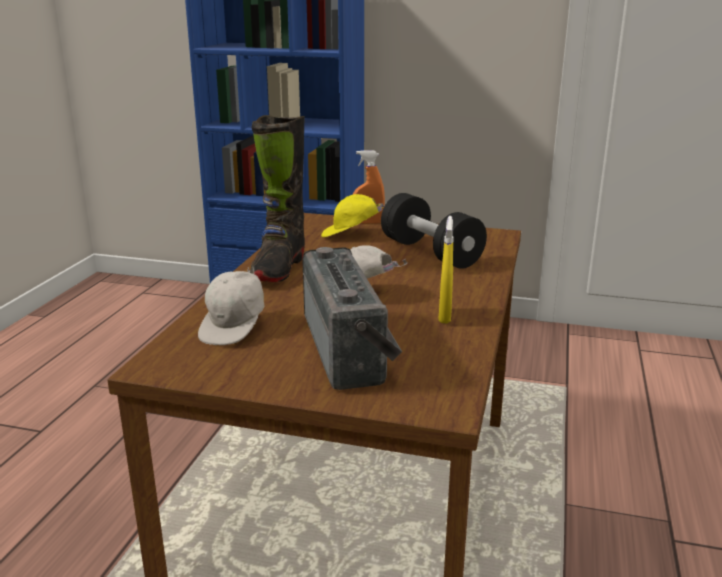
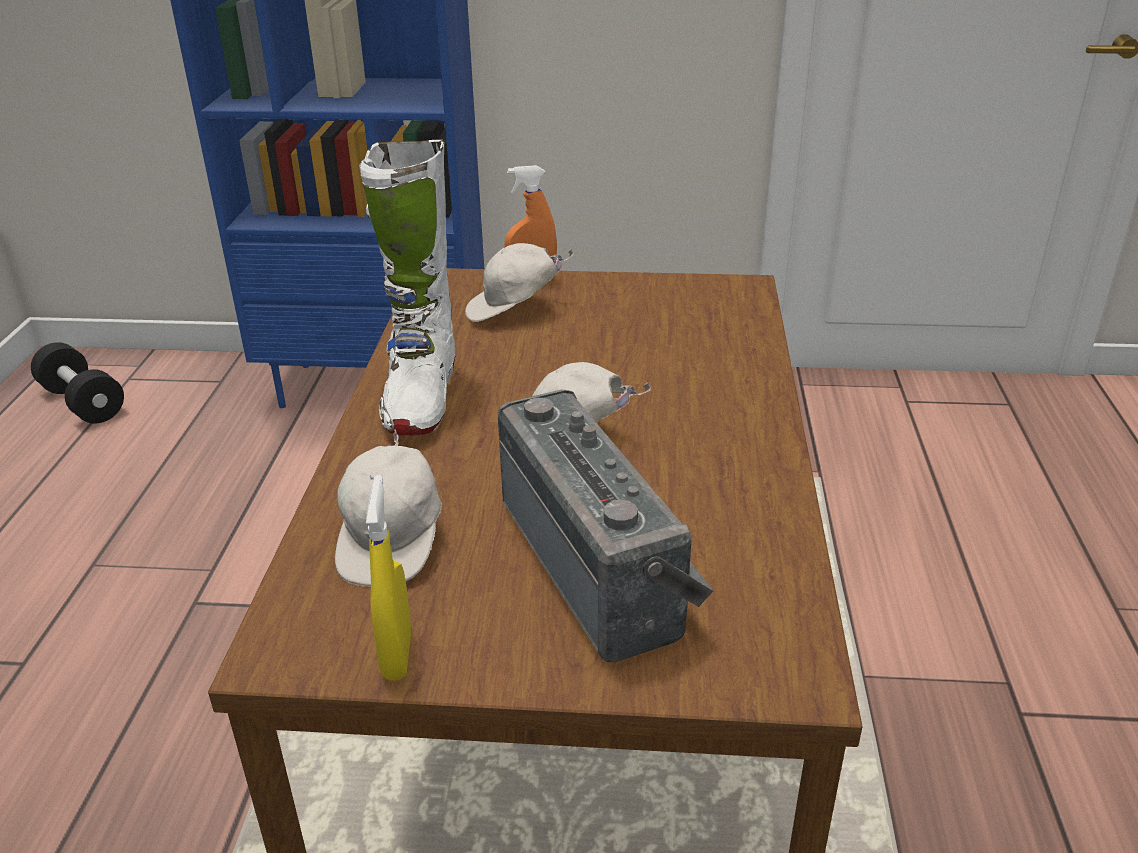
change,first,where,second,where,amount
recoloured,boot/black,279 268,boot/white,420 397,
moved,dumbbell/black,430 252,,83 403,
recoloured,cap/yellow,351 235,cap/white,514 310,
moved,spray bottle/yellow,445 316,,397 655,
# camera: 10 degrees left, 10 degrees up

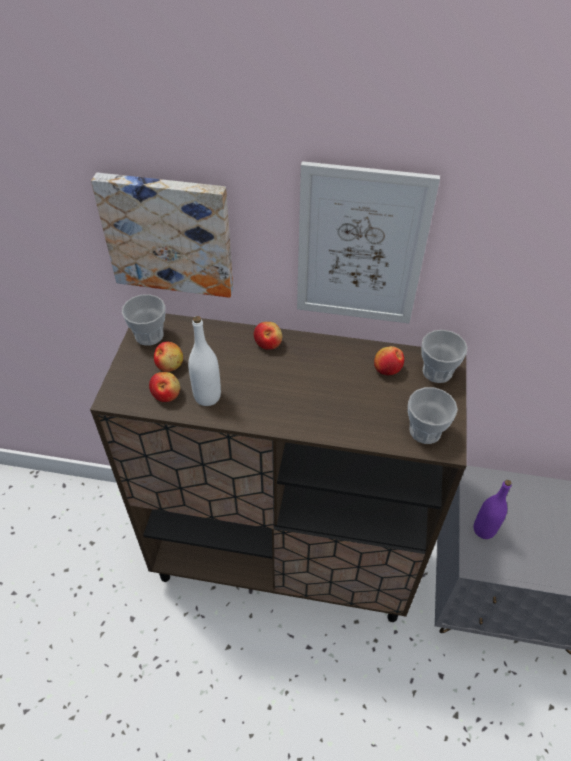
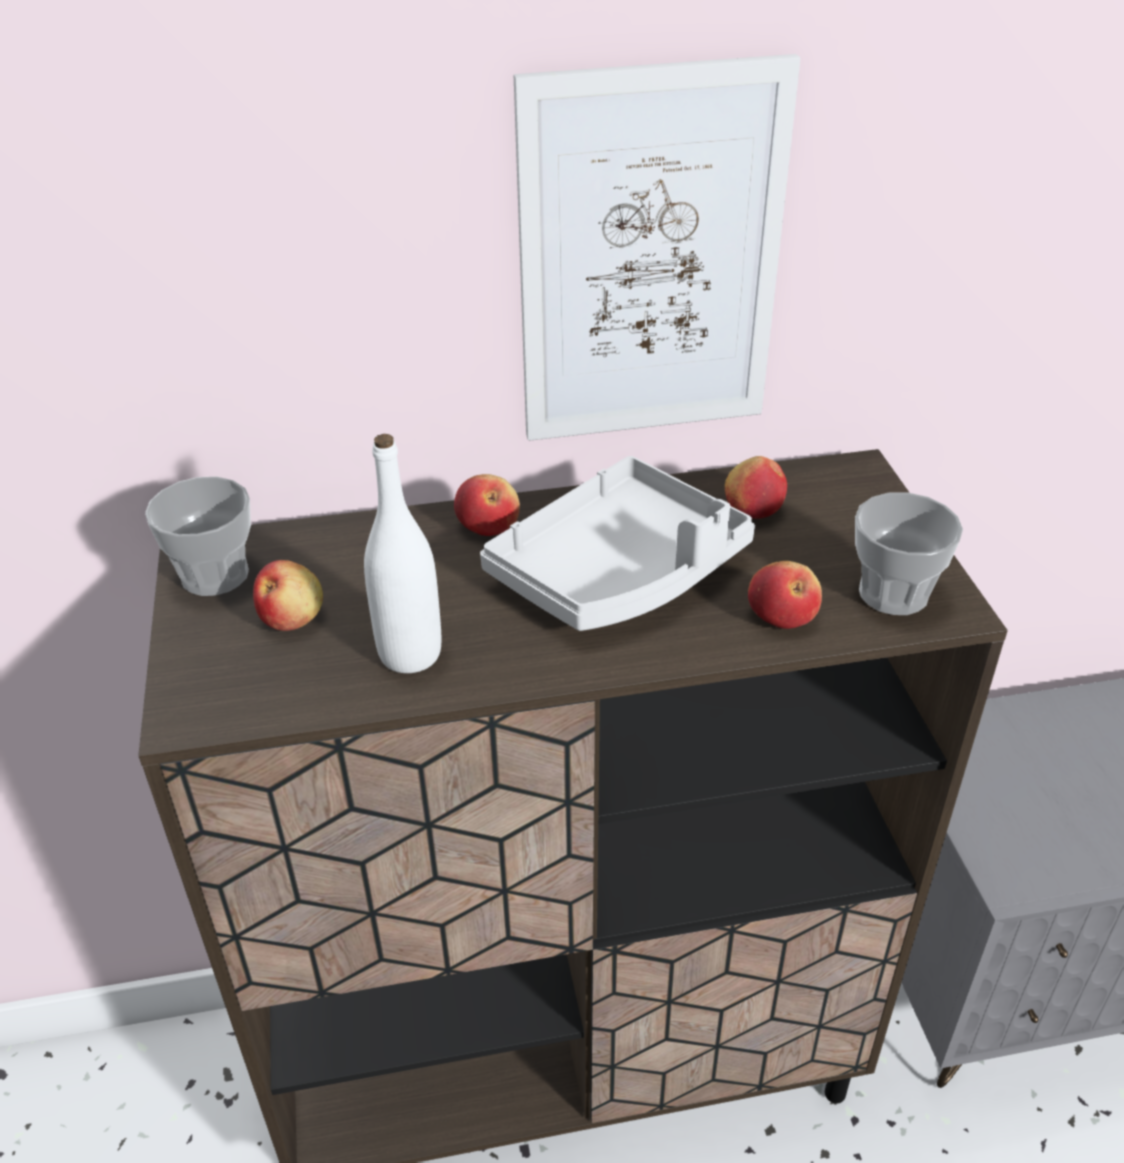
change,first,where,second,where,amount
removed,picture,169 233,,,
removed,cup,437 372,,,
moved,apple,166 394,,782 615,
removed,bottle/purple,484 529,,,
added,,,tray/grey,620 572,
# camera: 20 degrees left, 10 degrees down

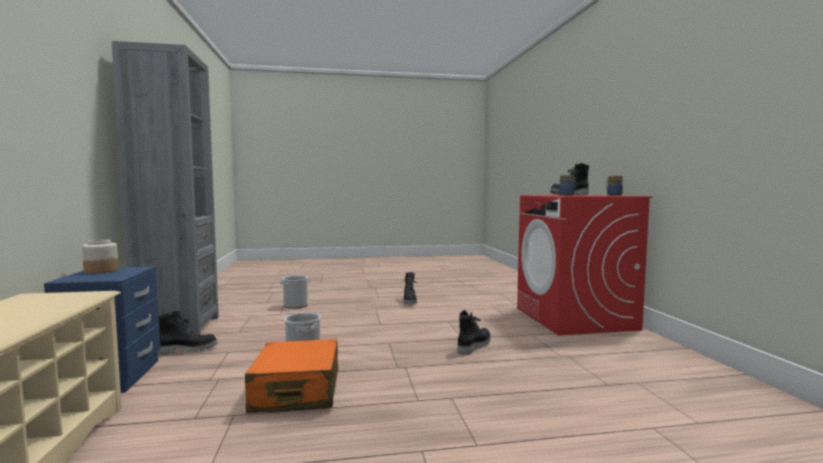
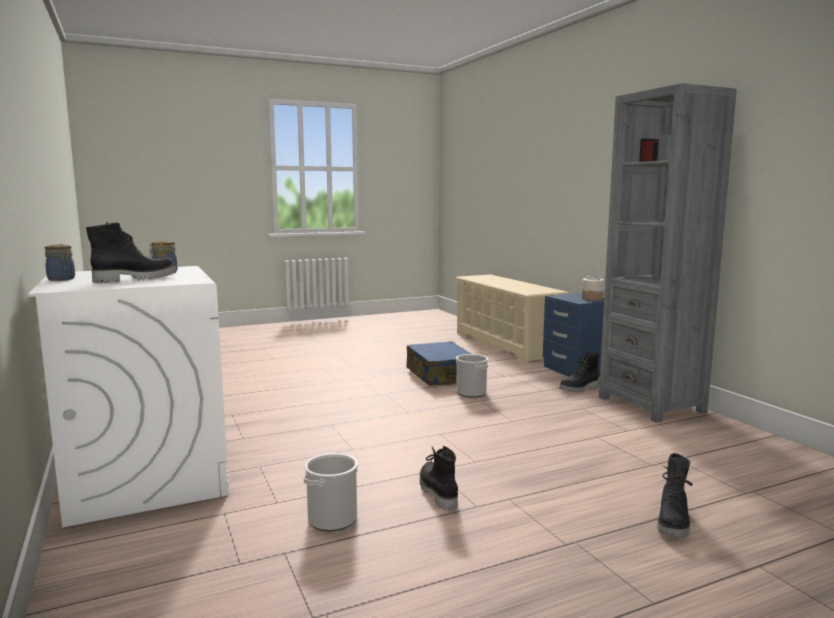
change,first,where,second,where,amount
recoloured,washing machine/red,575 318,washing machine/white,146 476,
moved,bucket,295 305,,332 519,
moved,boot/black,473 346,,674 522,
recoloured,suitcase/orange,296 391,suitcase/blue,440 375,
# camera: 165 degrees right, 5 degrees up

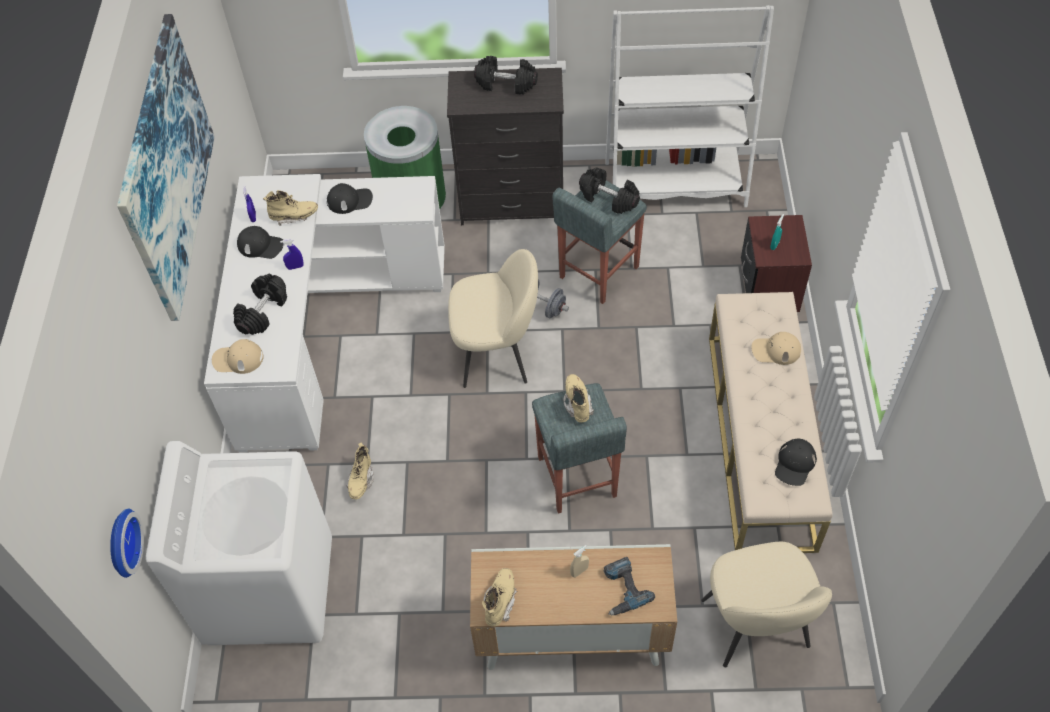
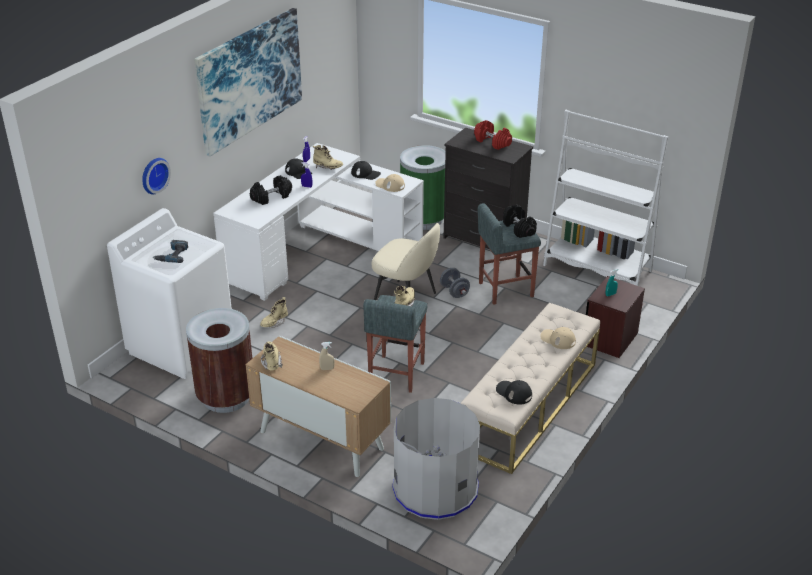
change,first,where,second,where,amount
recoloured,dumbbell/black,506 84,dumbbell/red,492 142,
moved,cap/beige,238 359,,390 185,
turned,cap/black,794 464,,514 393,75 degrees clockwise
moved,wall clock,120 543,,153 175,
replaced,chair/beige,756 626,trash can/grey,435 488,
moved,power drill,622 589,,172 255,
turned,boot/beige,499 601,,271 361,60 degrees counterclockwise
added,,,trash can/brown,226 397,
# camera: 30 degrees right, 20 degrees down

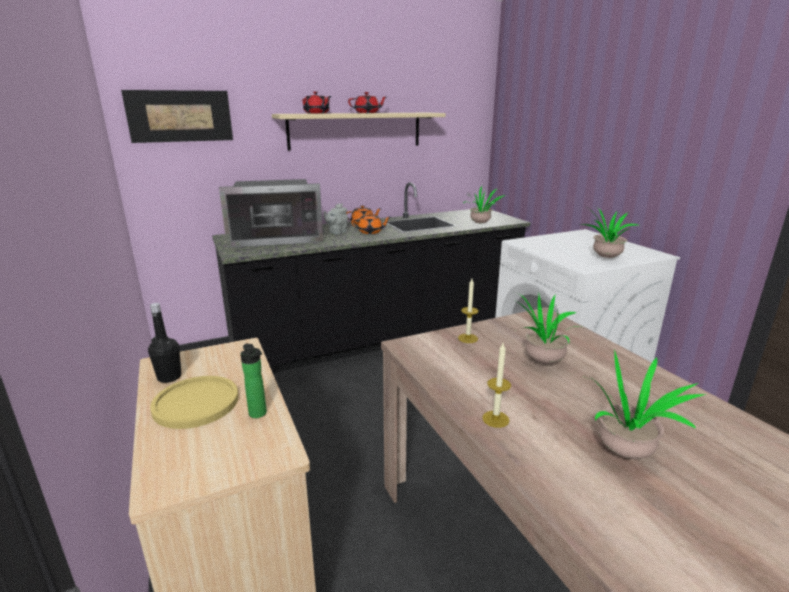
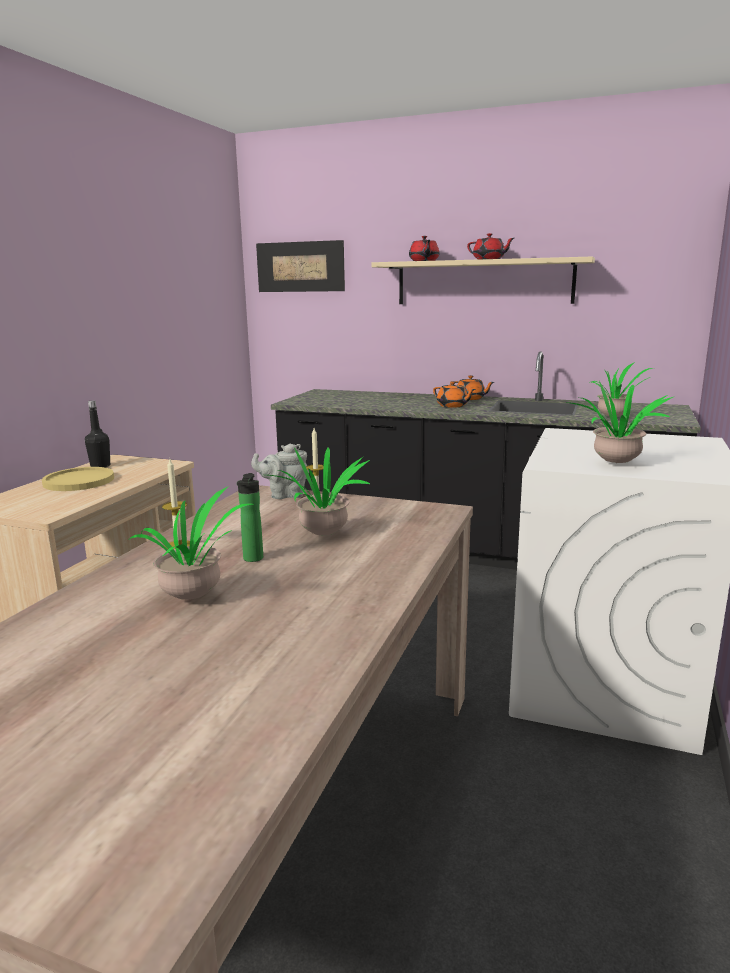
change,first,where,second,where,amount
removed,microwave,276 238,,,
moved,teapot/grey,336 232,,284 495,
moved,bottle,259 414,,252 559,
# camera: 45 degrees right, 5 degrees down

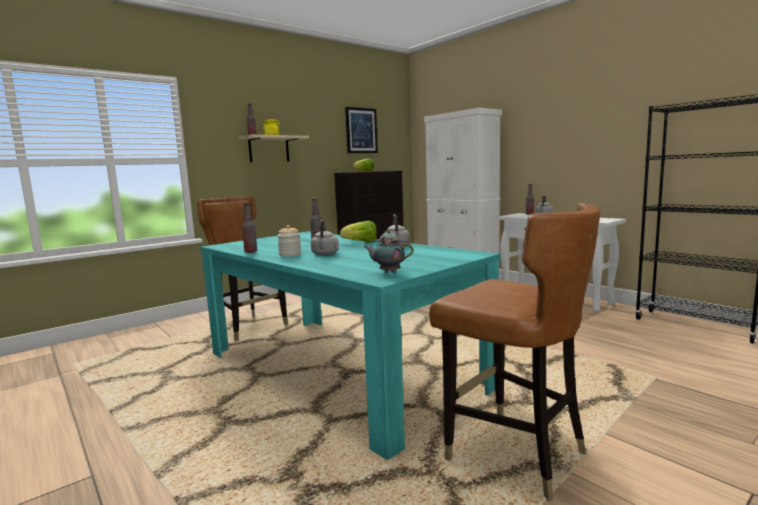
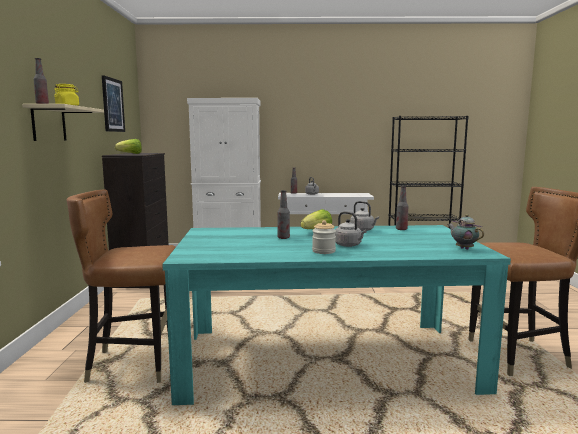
change,first,where,second,where,amount
moved,bottle,250 252,,401 229,
turned,teapot,388 272,,463 248,90 degrees clockwise
# camera: 50 degrees left, 0 degrees up

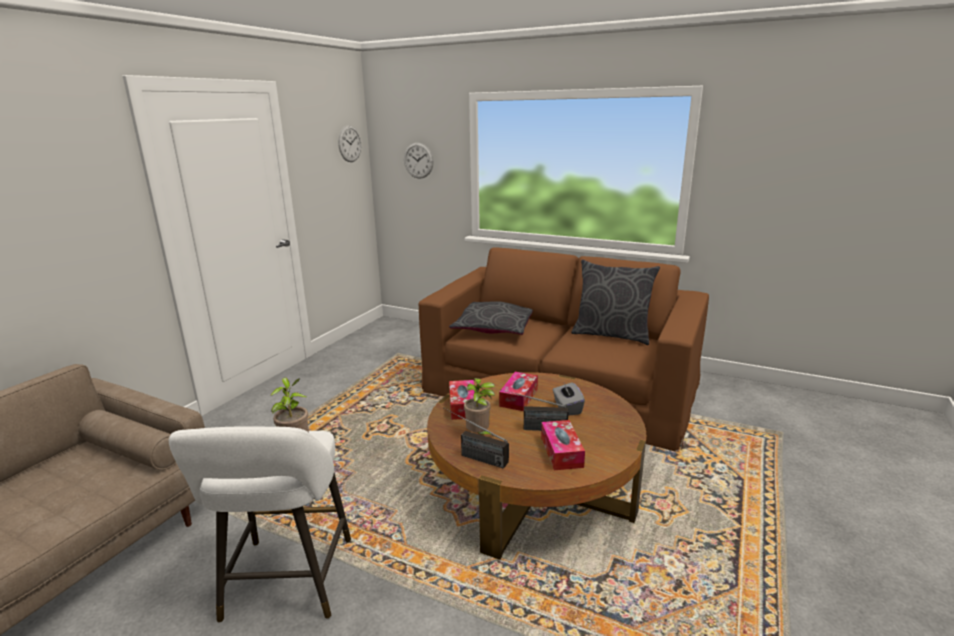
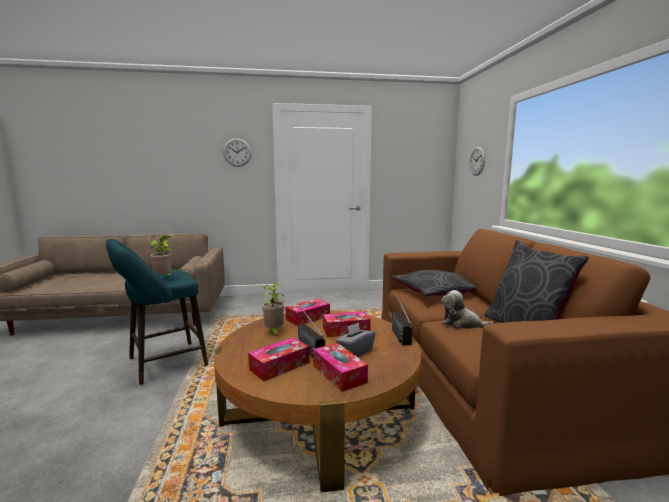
change,first,where,second,where,amount
moved,wall clock,349 144,,237 152,
moved,radio,472 456,,397 333,
recoloured,stool/white,286 584,stool/turquoise,162 363,
added,,,plush toy,462 324,
added,,,tissue box,339 374,
# camera: 55 degrees right, 10 degrees down

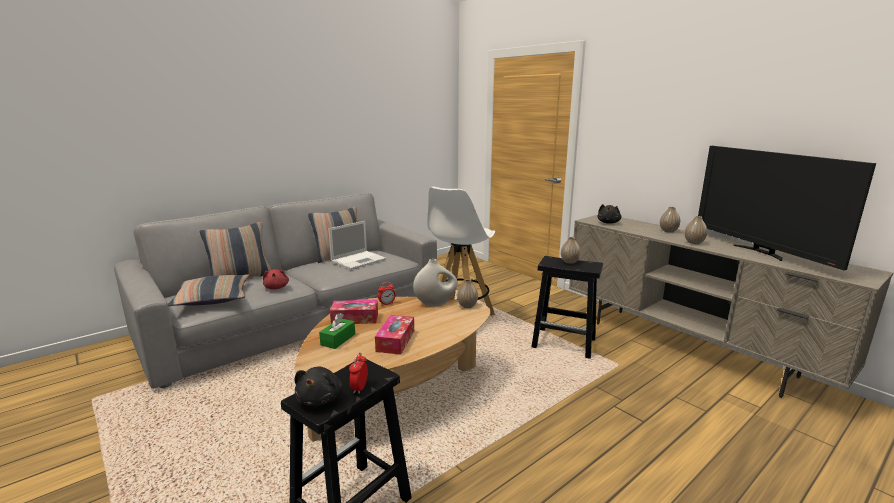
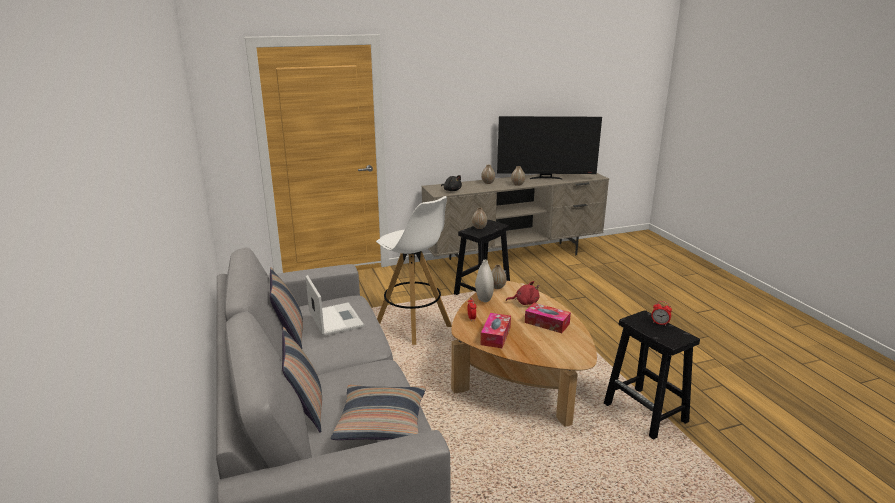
change,first,where,second,where,amount
moved,plush toy/red,276 287,,525 302,
removed,tissue box/green,338 339,,,
removed,plush toy/black,321 399,,,
# camera: 70 degrees left, 5 degrees up

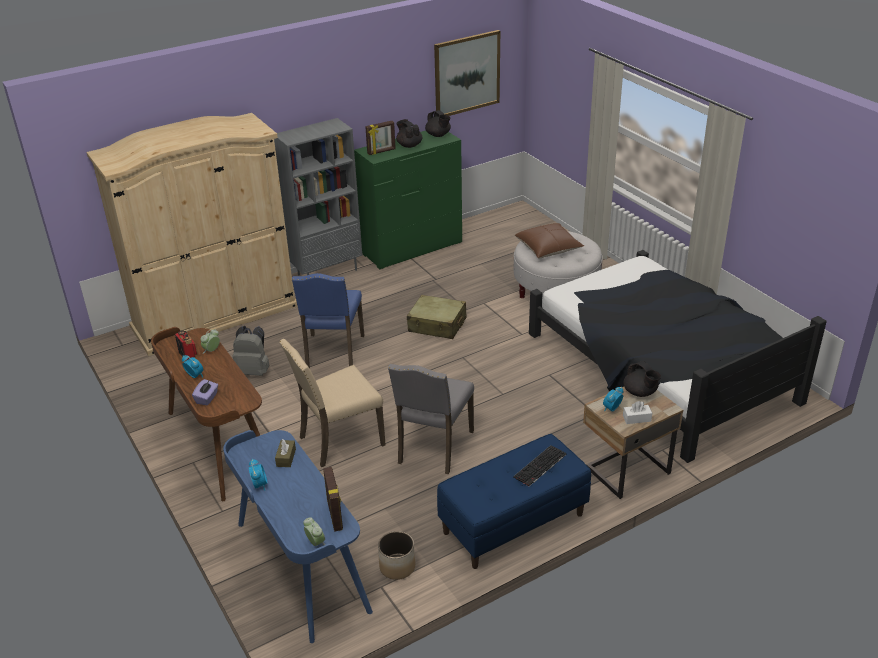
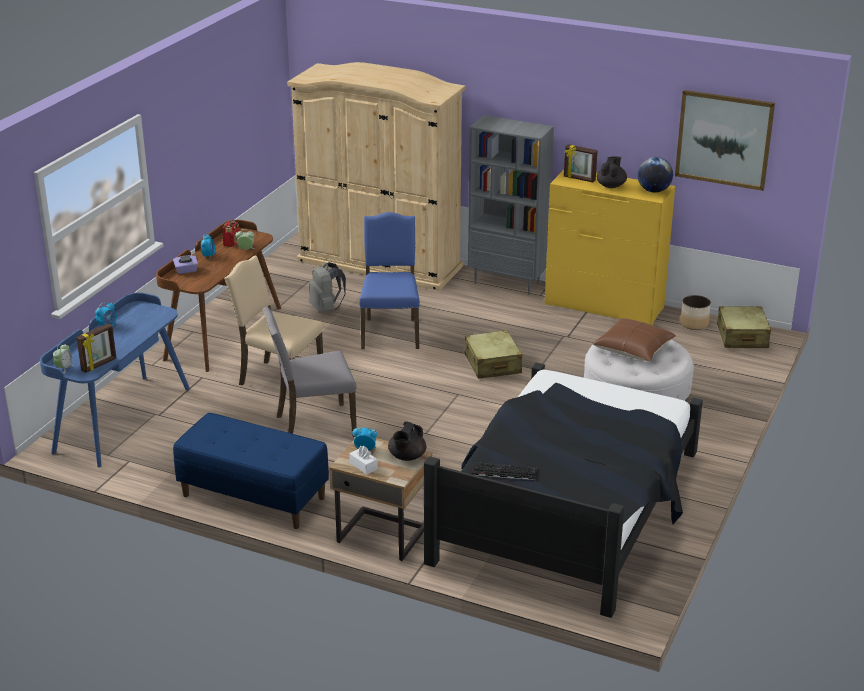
change,first,where,second,where,amount
replaced,teapot/black,438 135,globe,653 191,
recoloured,dresser/green,412 248,dresser/yellow,604 306,
turned,chair/blue,333 353,,390 332,120 degrees clockwise
removed,tissue box/brown,286 458,,,
moved,keyboard,540 466,,503 472,
moved,planter,397 567,,694 324,
added,,,suitcase/beige,742 337,
# camera: 55 degrees right, 5 degrees down

